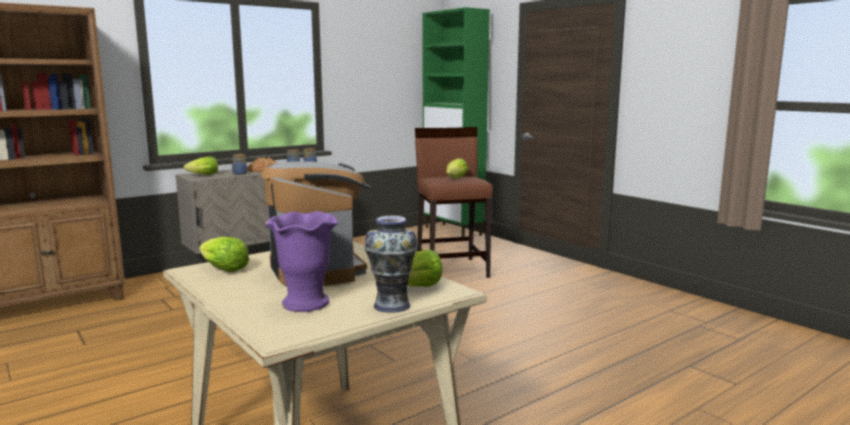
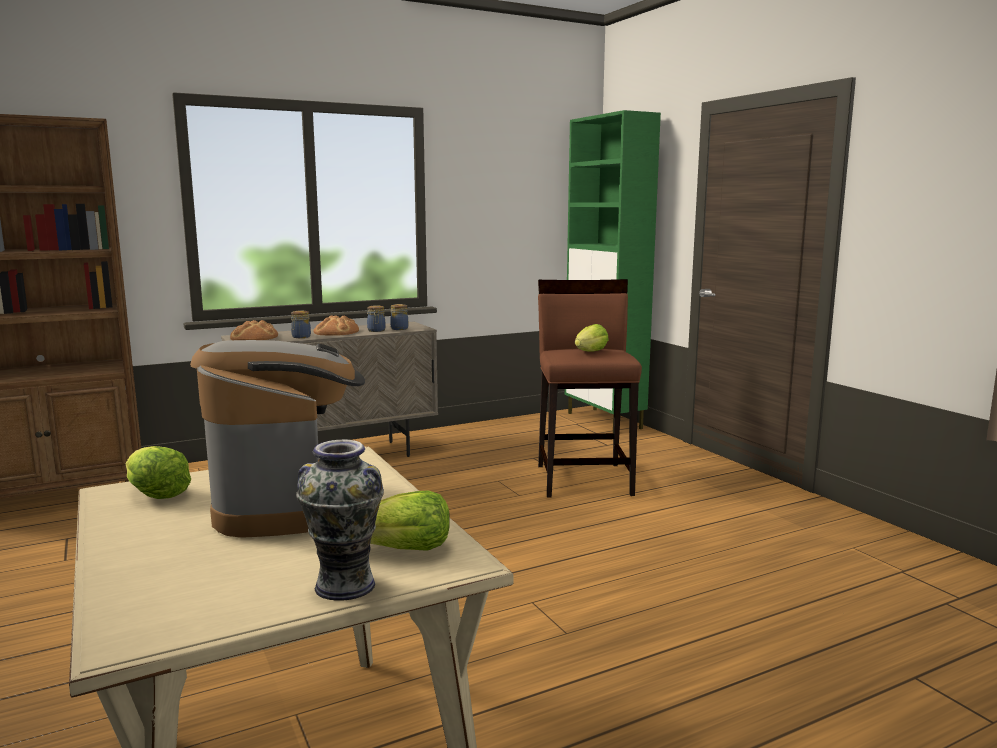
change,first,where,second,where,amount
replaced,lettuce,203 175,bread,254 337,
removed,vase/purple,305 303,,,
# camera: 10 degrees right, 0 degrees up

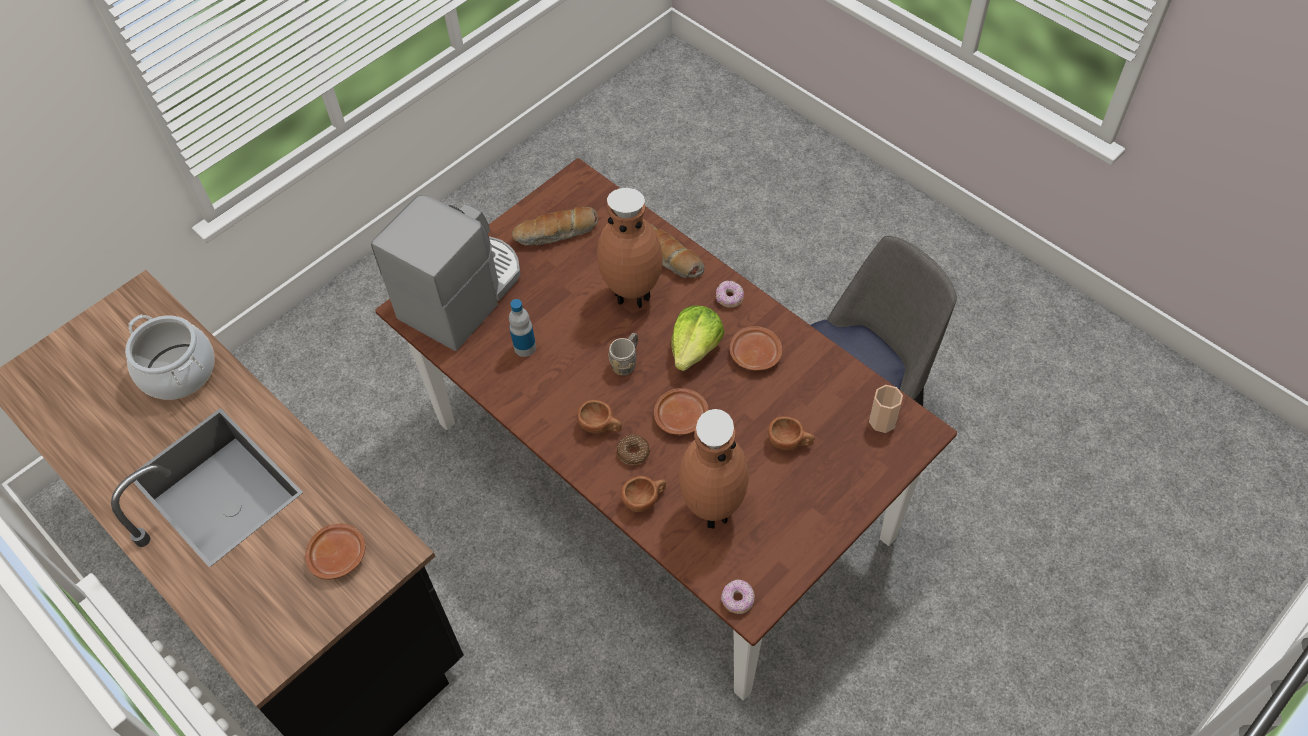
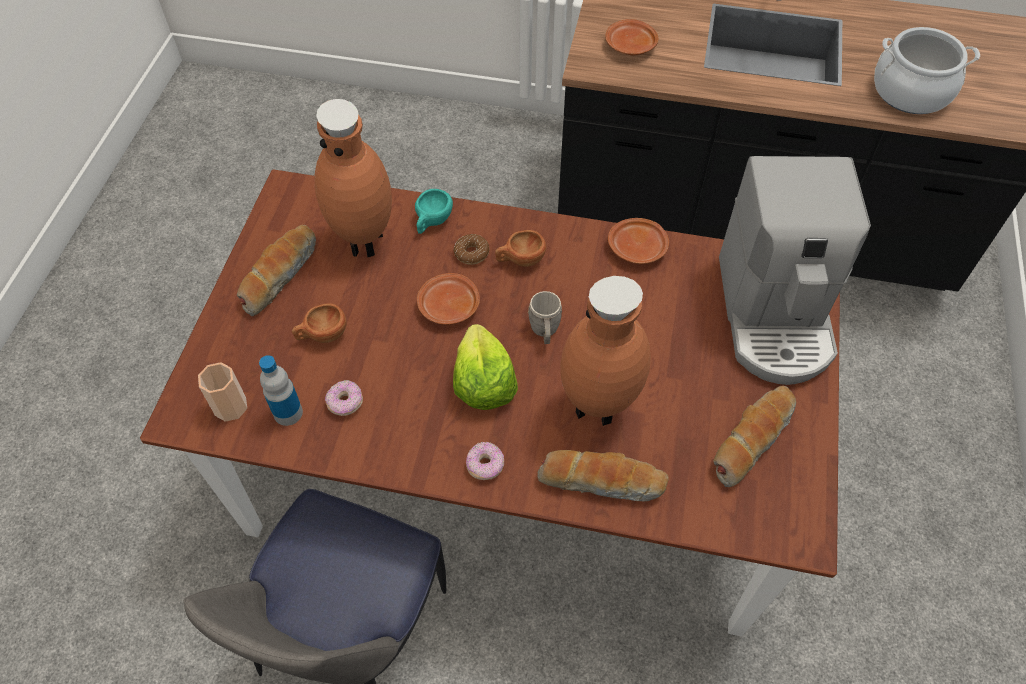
change,first,where,second,where,amount
moved,bottle,525 347,,288 413,
moved,plate/brown,754 354,,638 248,
recoloured,cup/brown,645 499,cup/turquoise,432 222,
moved,donut,737 600,,345 403,
added,,,bread,279 275,
# camera: 145 degrees right, 0 degrees up

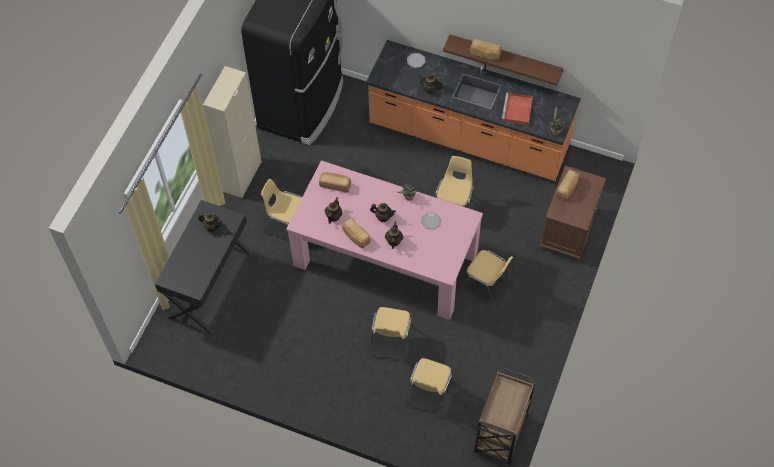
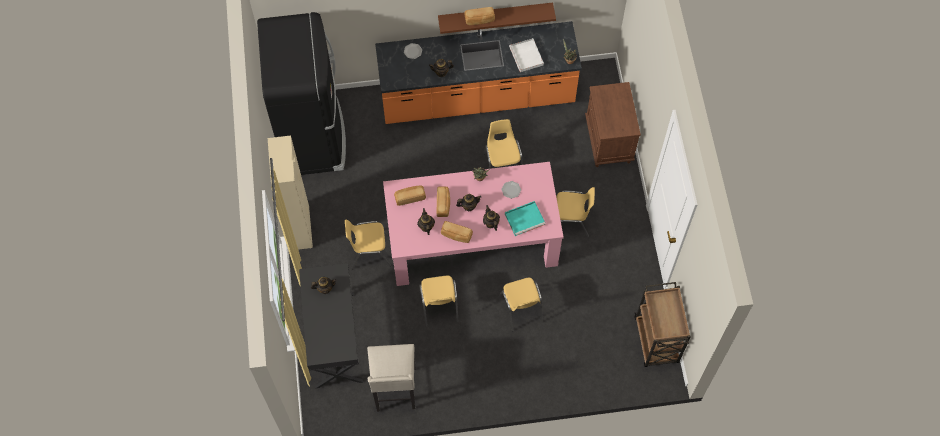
change,first,where,second,where,amount
recoloured,tray/red,517 110,tray/white,527 56,
moved,bread,567 188,,443 204,
moved,chair/yellow,429 394,,439 306,
added,,,tray/turquoise,525 218,
added,,,stool/beige,395 391,
# camera: 30 degrees left, 5 degrees up

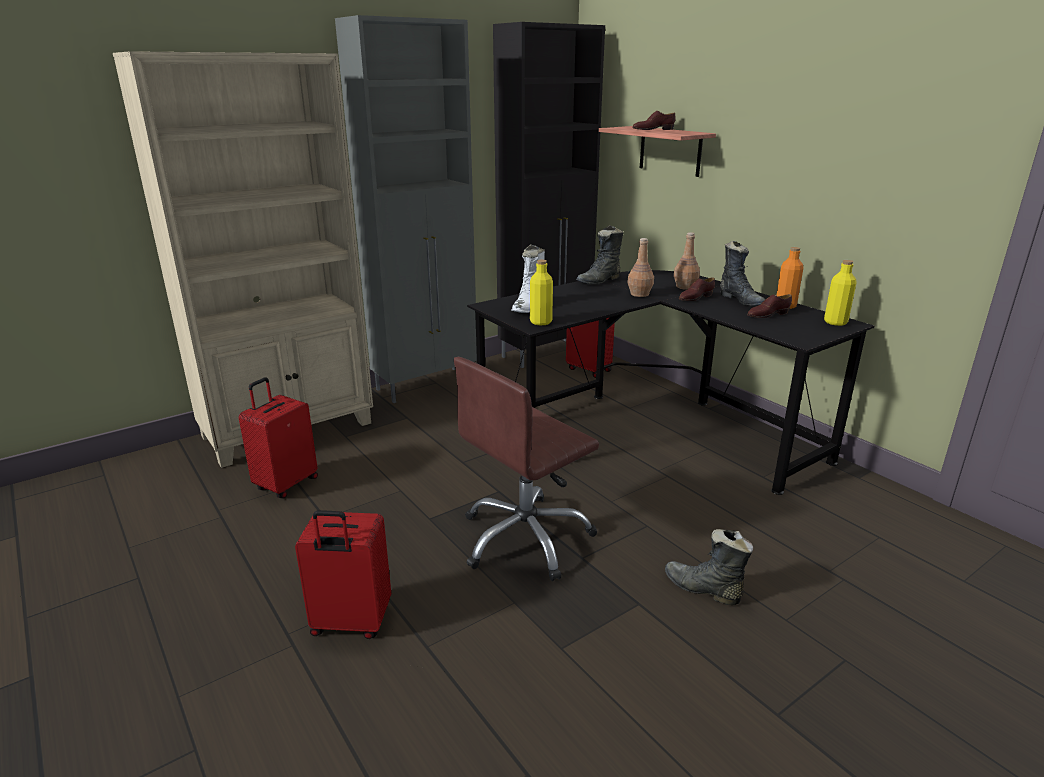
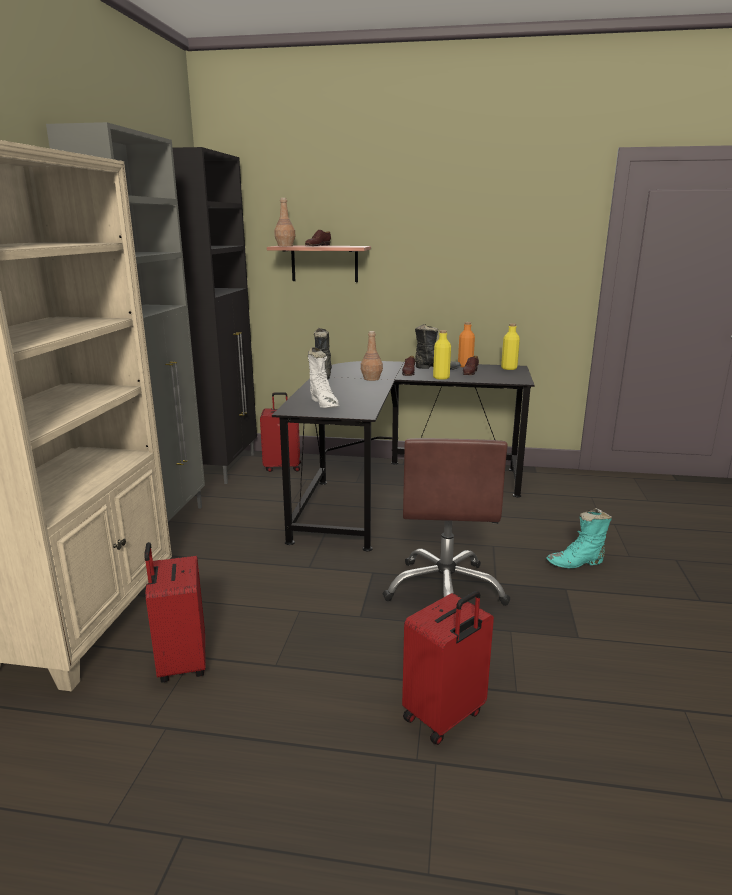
change,first,where,second,where,amount
moved,bottle/brown,685 287,,285 246,
moved,bottle/yellow,541 322,,441 377,
recoloured,boot/black,703 589,boot/turquoise,576 563,
# camera: 45 degrees left, 5 degrees down

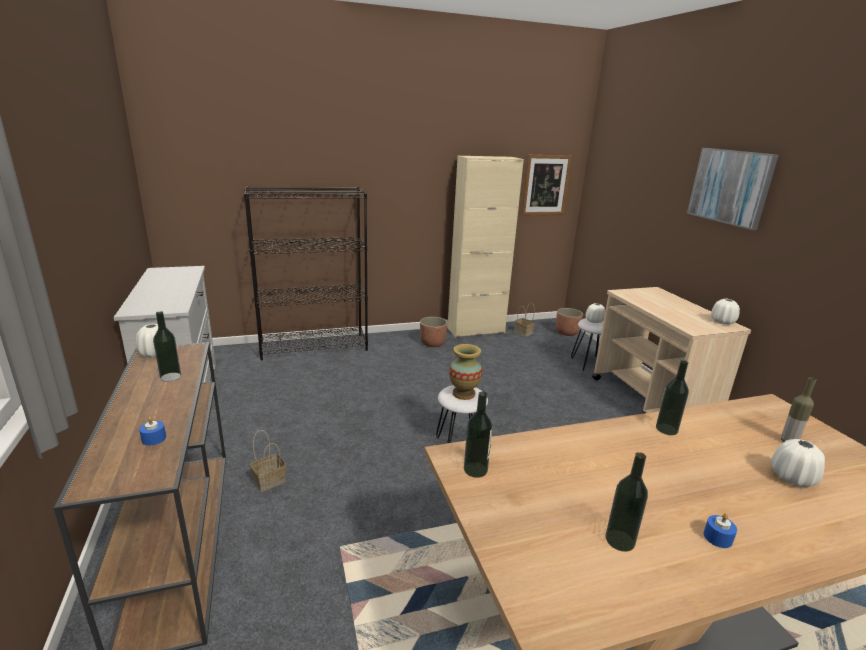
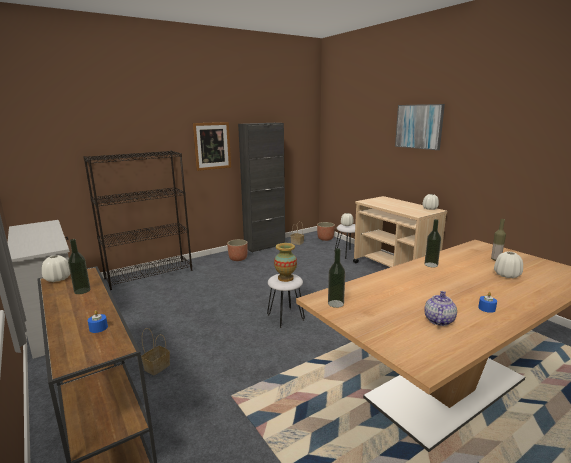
change,first,where,second,where,amount
moved,picture,545 185,,212 146,
recoloured,cabinet/beige,476 330,cabinet/black,264 246,
replaced,bottle,620 540,teapot,438 320,
# camera: 15 degrees left, 5 degrees down

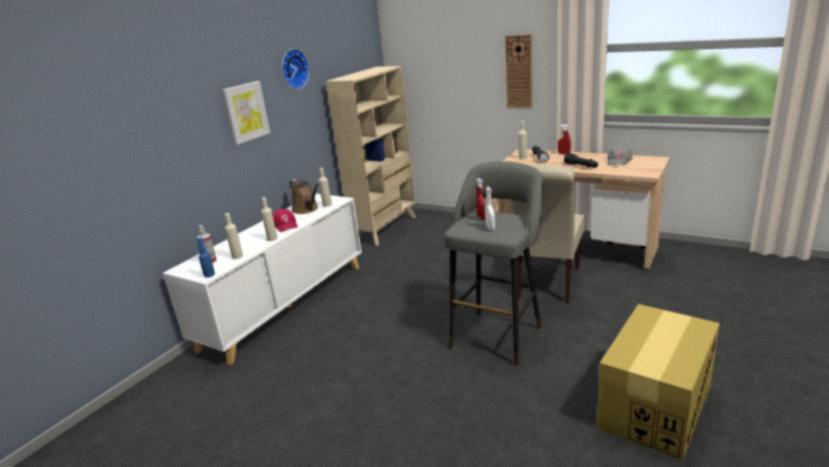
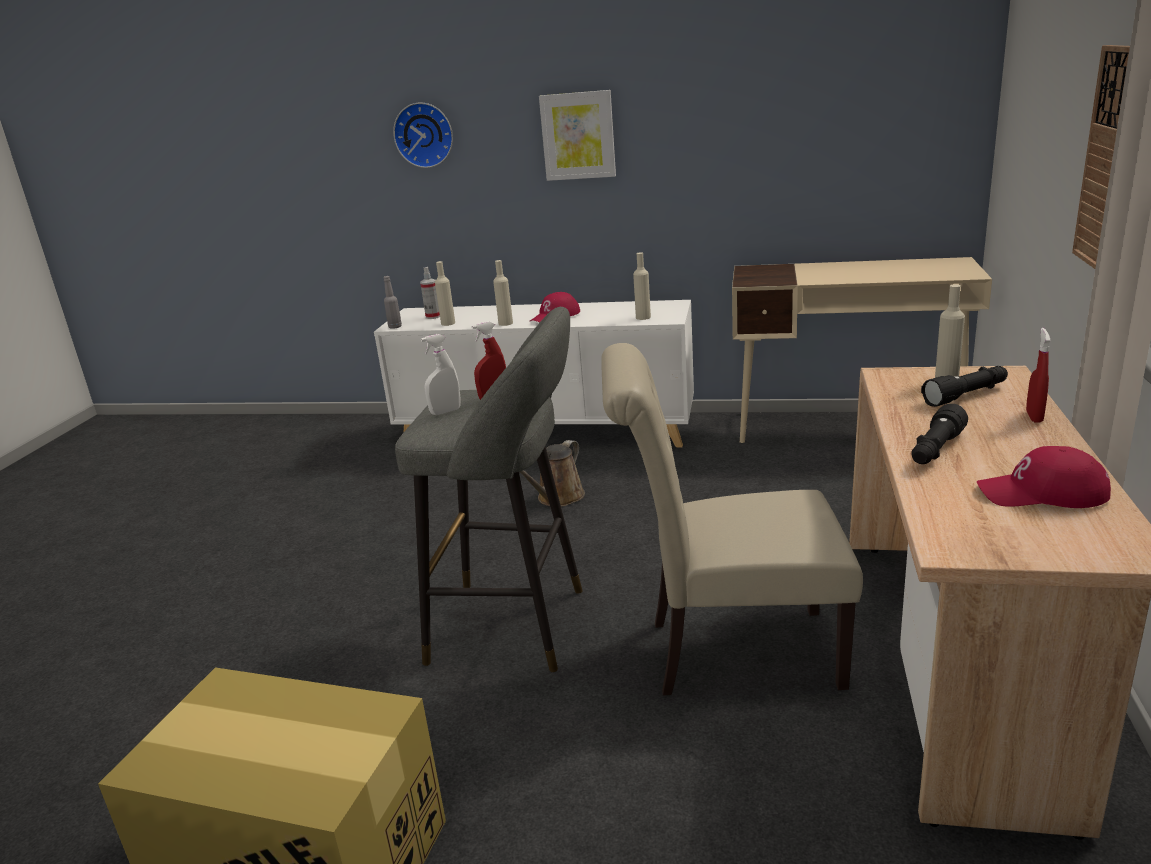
change,first,where,second,where,amount
moved,wall clock,293 69,,424 135,
replaced,bookcase/beige,386 228,desk/beige,848 426,
recoloured,cap/grey,619 161,cap/red,1042 493,
moved,watering can/brown,306 209,,558 498,
recoloured,bottle/blue,209 275,bottle/grey,395 327,
# camera: 70 degrees right, 0 degrees up

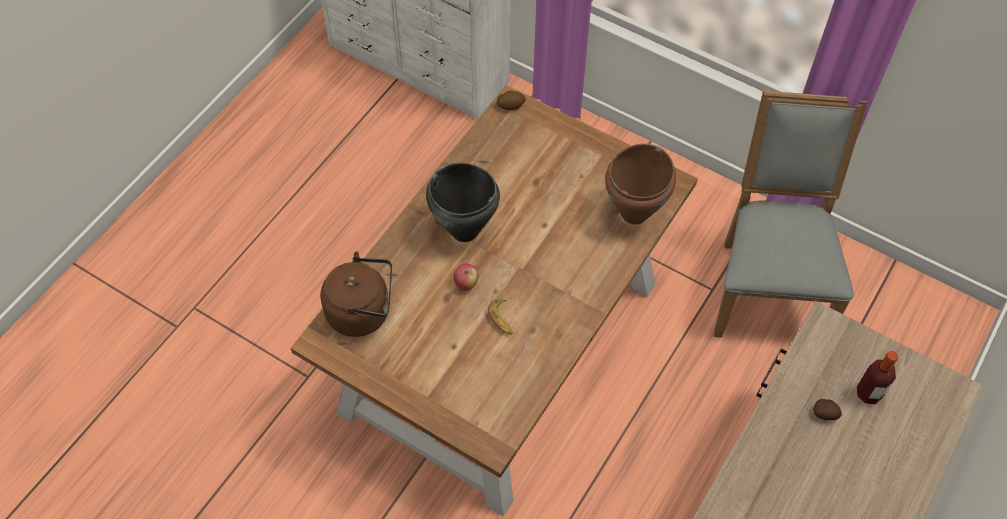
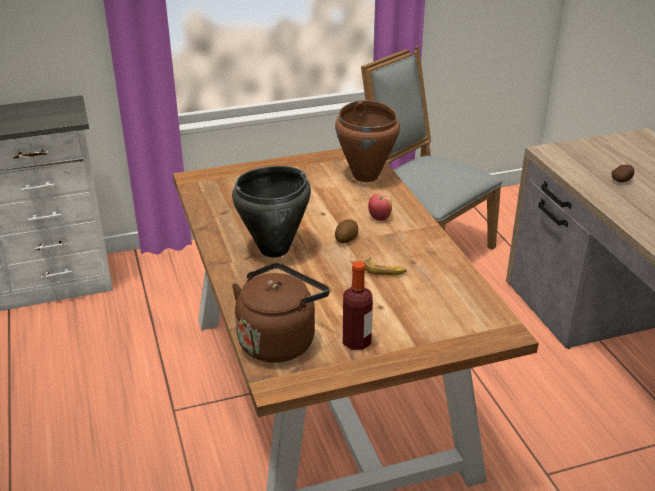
change,first,where,second,where,amount
moved,potato,511 105,,346 238,
moved,apple,466 284,,379 218,
moved,bottle,868 393,,356 342,
# camera: 50 degrees left, 25 degrees down

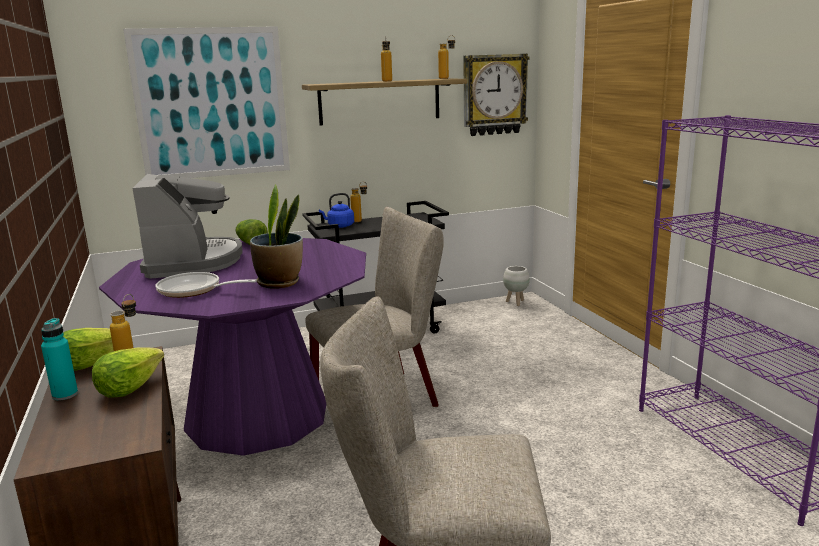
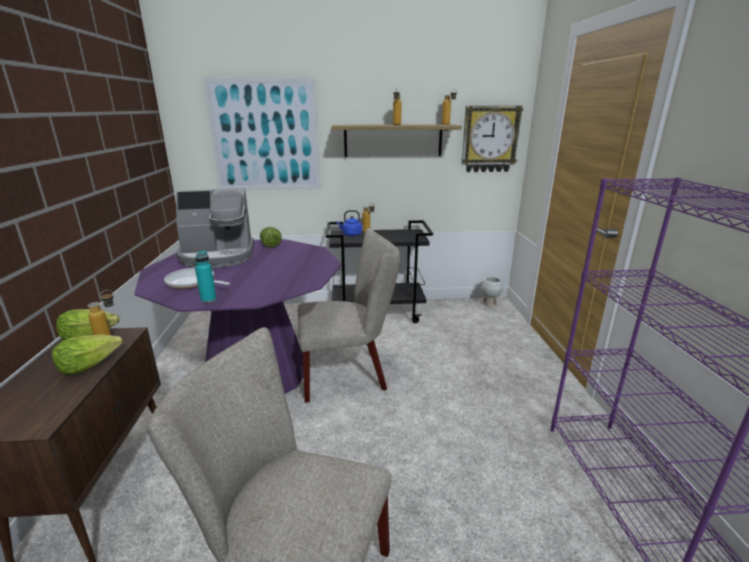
change,first,where,second,where,amount
turned,coffee machine,192 262,,218 256,75 degrees clockwise
removed,potted plant,280 282,,,
moved,bottle/turquoise,65 395,,208 299,
# camera: 15 degrees right, 5 degrees up

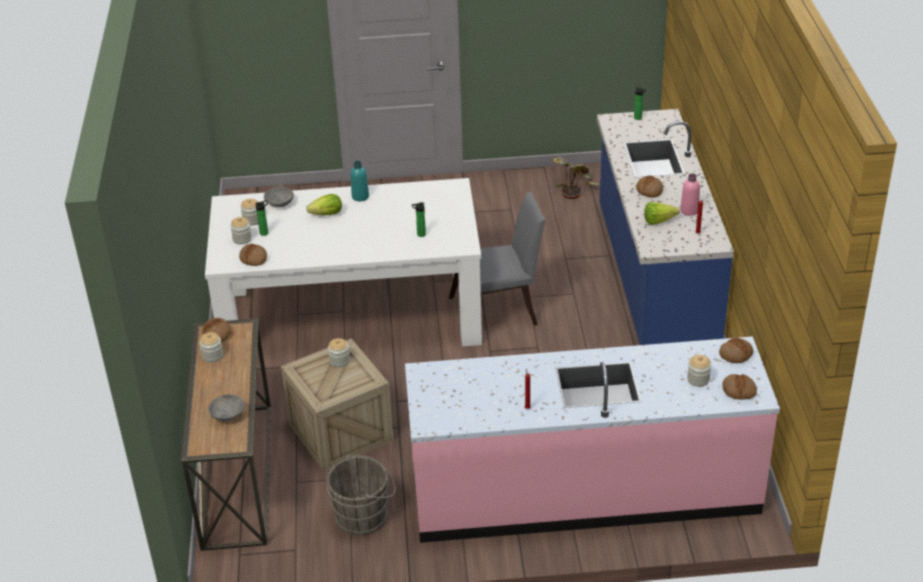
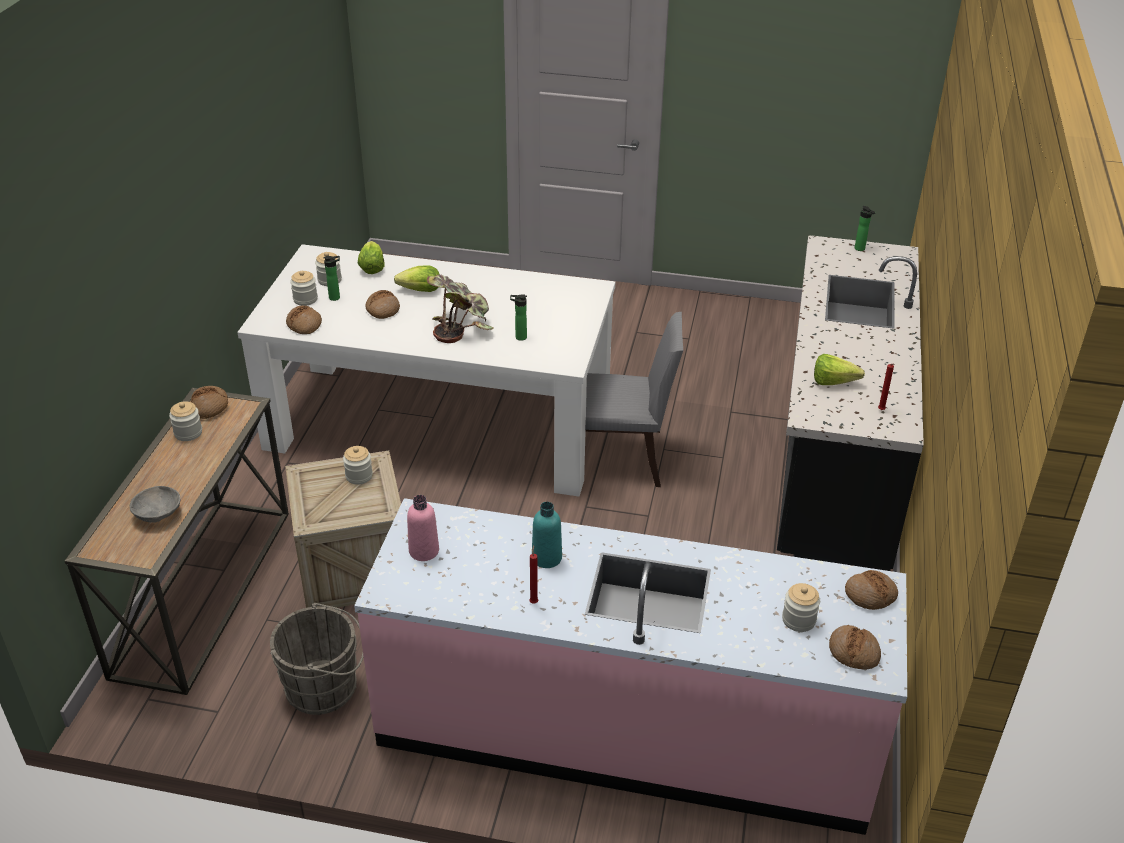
change,first,where,second,where,amount
recoloured,counter/blue,653 280,counter/black,833 462,
moved,potted plant,573 186,,460 325,
moved,bottle/turquoise,360 196,,546 558,
moved,bottle/pink,689 210,,424 551,
moved,bread,649 190,,382 309,
replaced,bowl/grey,279 204,lettuce,372 268,
# camera: 15 degrees right, 0 degrees up

